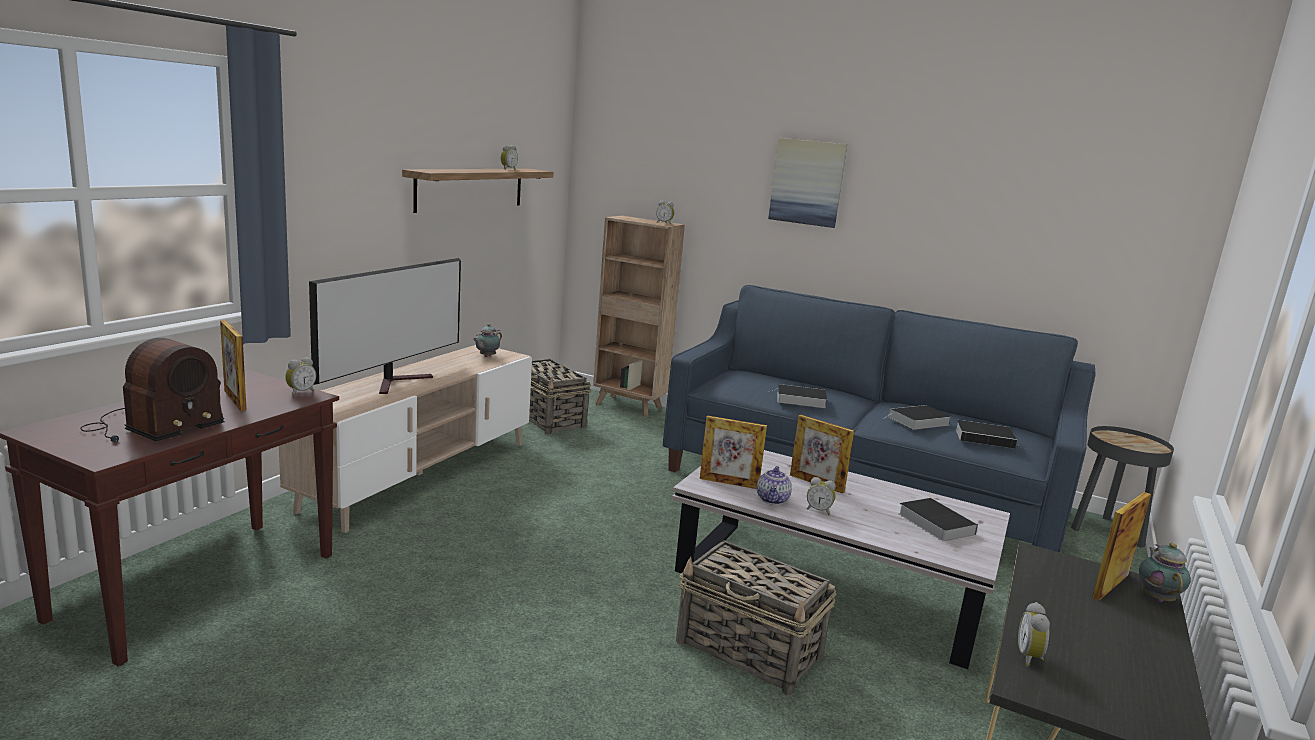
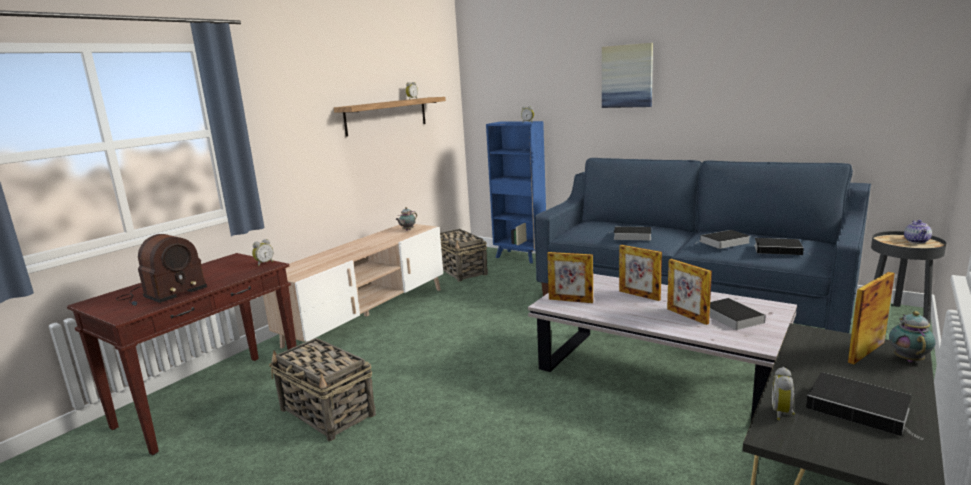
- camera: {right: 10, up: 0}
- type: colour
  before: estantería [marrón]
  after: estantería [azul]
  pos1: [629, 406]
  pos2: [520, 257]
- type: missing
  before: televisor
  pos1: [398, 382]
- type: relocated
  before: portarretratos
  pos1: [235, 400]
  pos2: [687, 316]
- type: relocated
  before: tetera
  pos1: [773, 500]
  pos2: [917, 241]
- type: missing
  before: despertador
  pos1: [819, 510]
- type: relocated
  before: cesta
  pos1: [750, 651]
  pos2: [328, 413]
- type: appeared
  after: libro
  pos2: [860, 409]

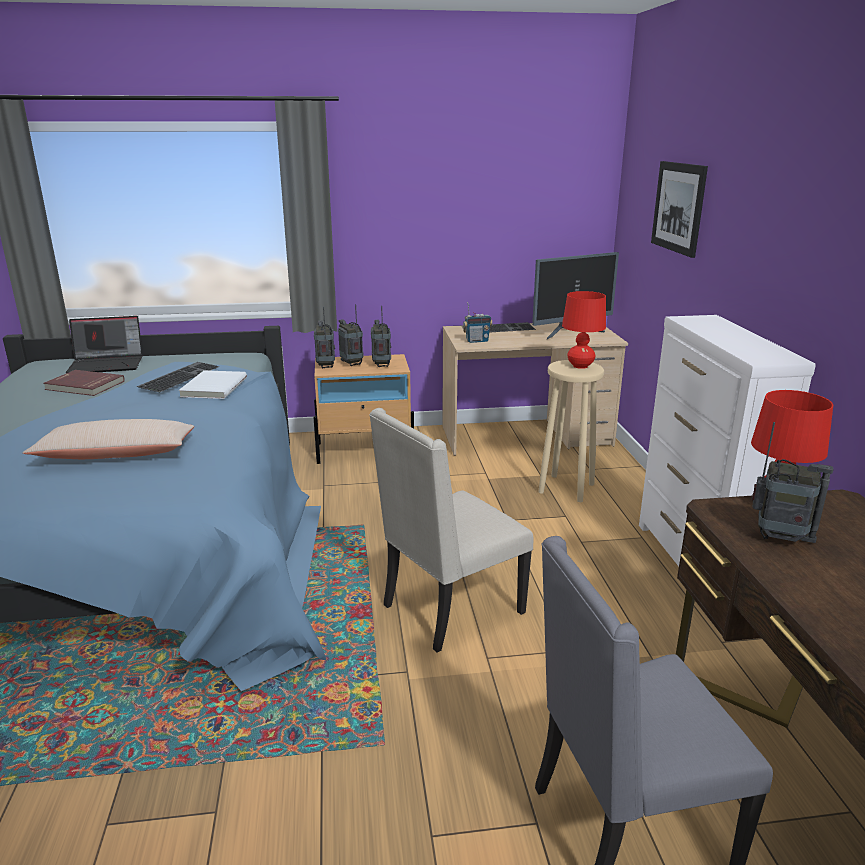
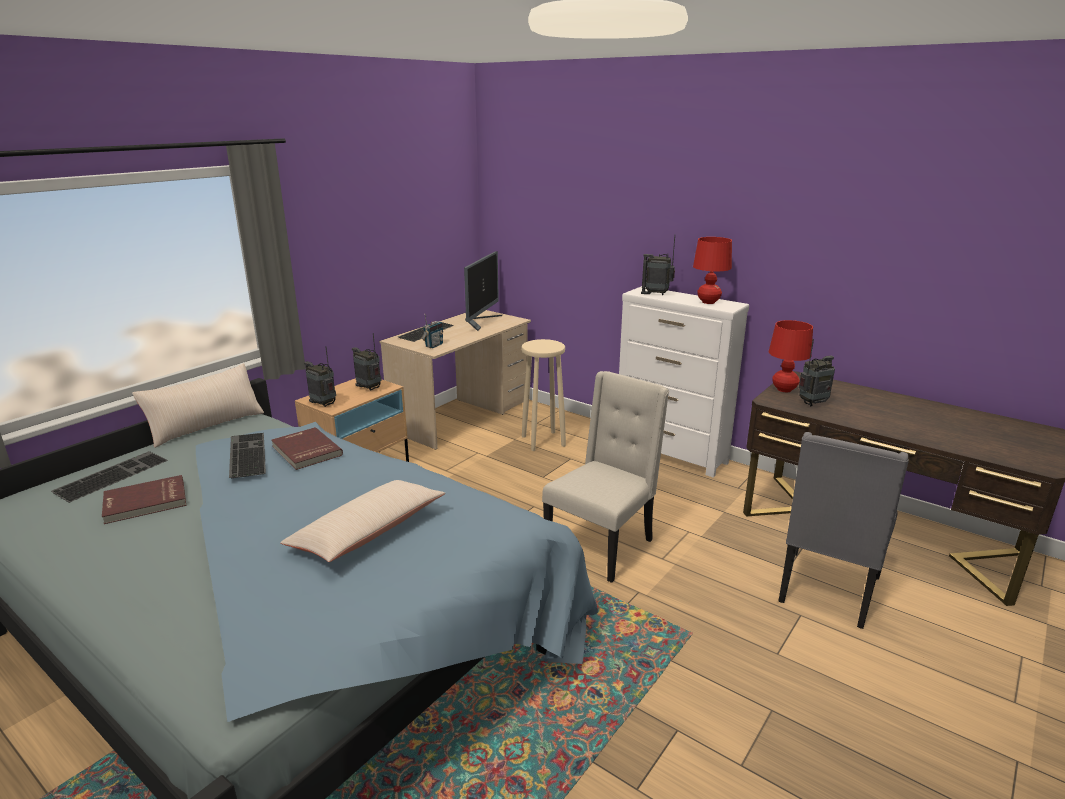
- camera: {right: -45, up: 0}
- type: missing
  before: cuadro
  pos1: [678, 207]
- type: relocated
  before: lámpara de mesa [rojo]
  pos1: [580, 366]
  pos2: [708, 302]
- type: relocated
  before: radio
  pos1: [351, 364]
  pos2: [657, 294]
- type: exchanged
  before: portátil
  after: teclado
  pos1: [108, 364]
  pos2: [112, 475]
- type: colour
  before: libro [blanco]
  after: libro [rojo]
  pos1: [213, 387]
  pos2: [305, 451]
- type: spun
  before: silla [beis]
  pos1: [449, 610]
  pos2: [602, 546]
  turn: -150
- type: appeared
  after: cojín [beis]
  pos2: [206, 425]

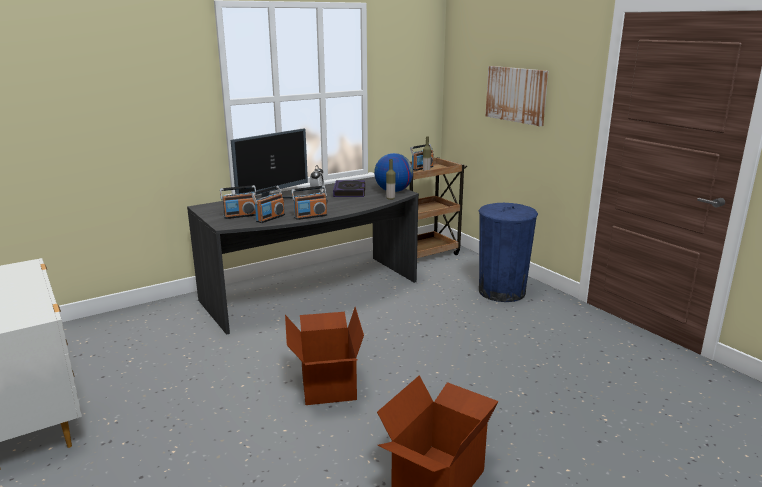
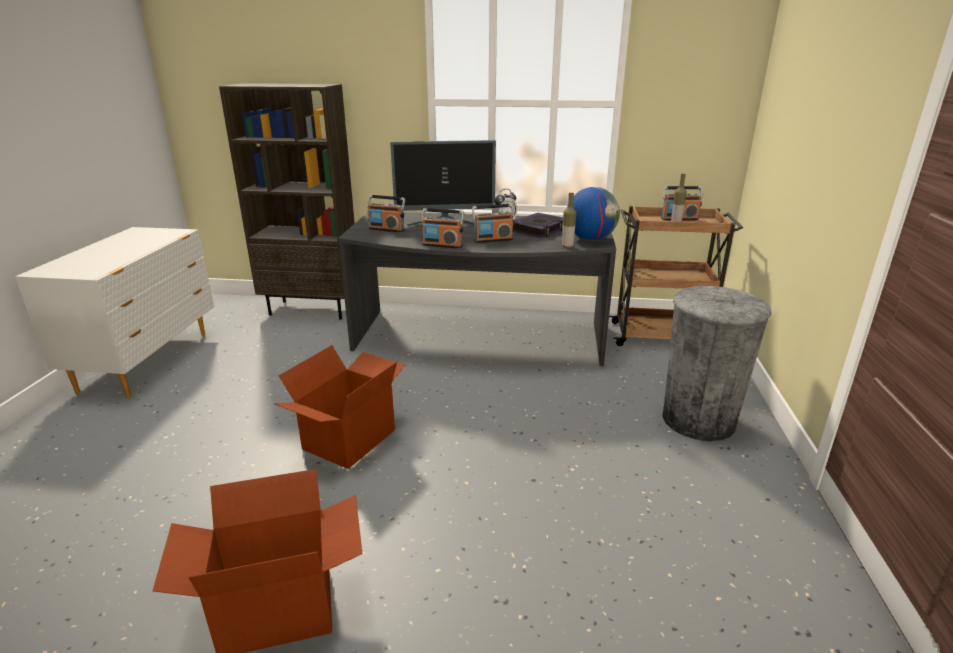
- camera: {right: 40, up: 5}
- type: missing
  before: cuadro
  pos1: [516, 94]
- type: relocated
  before: radio
  pos1: [270, 218]
  pos2: [493, 240]
- type: colour
  before: papelera [azul]
  after: papelera [gris]
  pos1: [502, 292]
  pos2: [698, 420]
- type: appeared
  after: estantería [marrón]
  pos2: [312, 309]

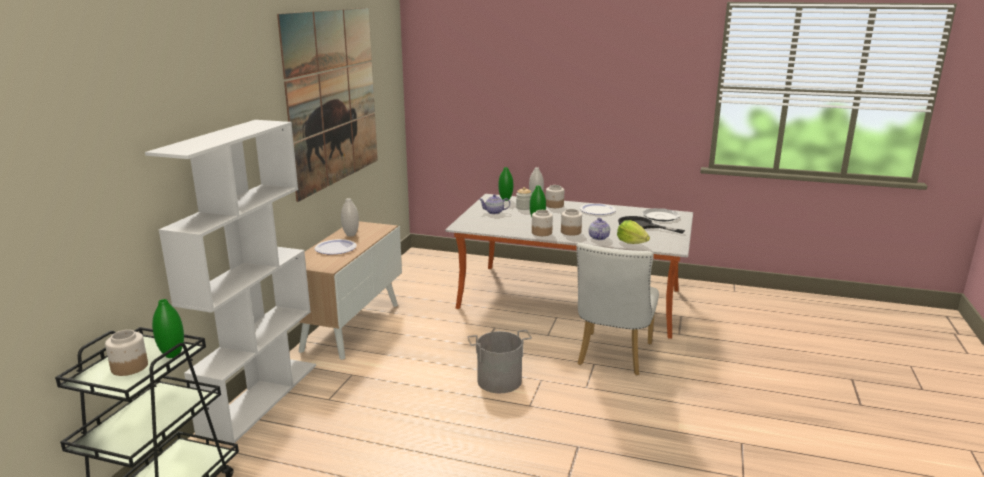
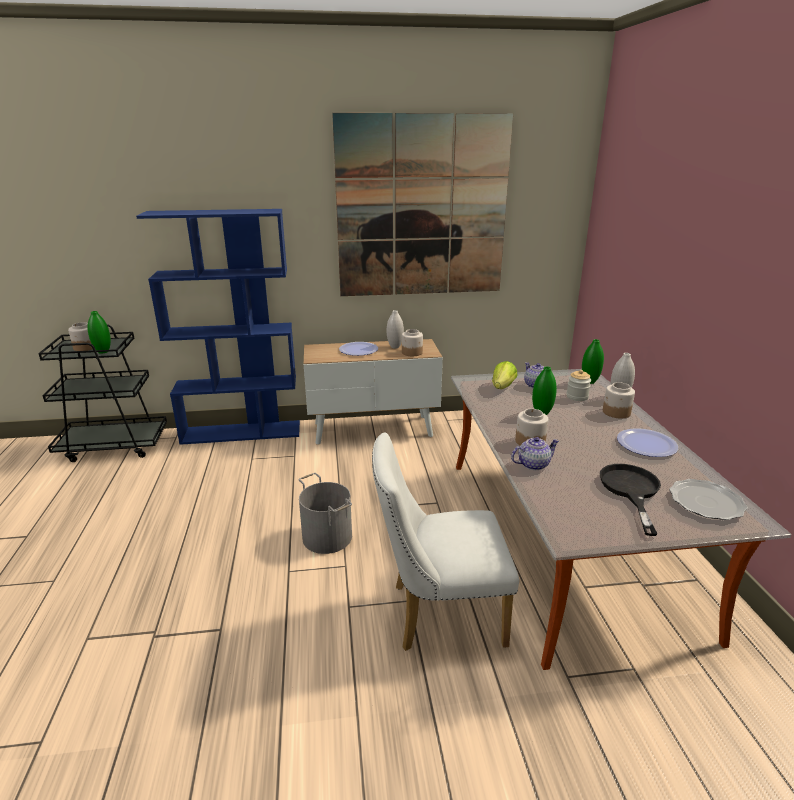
- camera: {right: 65, up: 5}
- type: colour
  before: estantería [blanco]
  after: estantería [azul]
  pos1: [260, 397]
  pos2: [242, 432]
- type: relocated
  before: tarro
  pos1: [542, 232]
  pos2: [412, 352]
- type: relocated
  before: lechuga
  pos1: [631, 242]
  pos2: [502, 387]

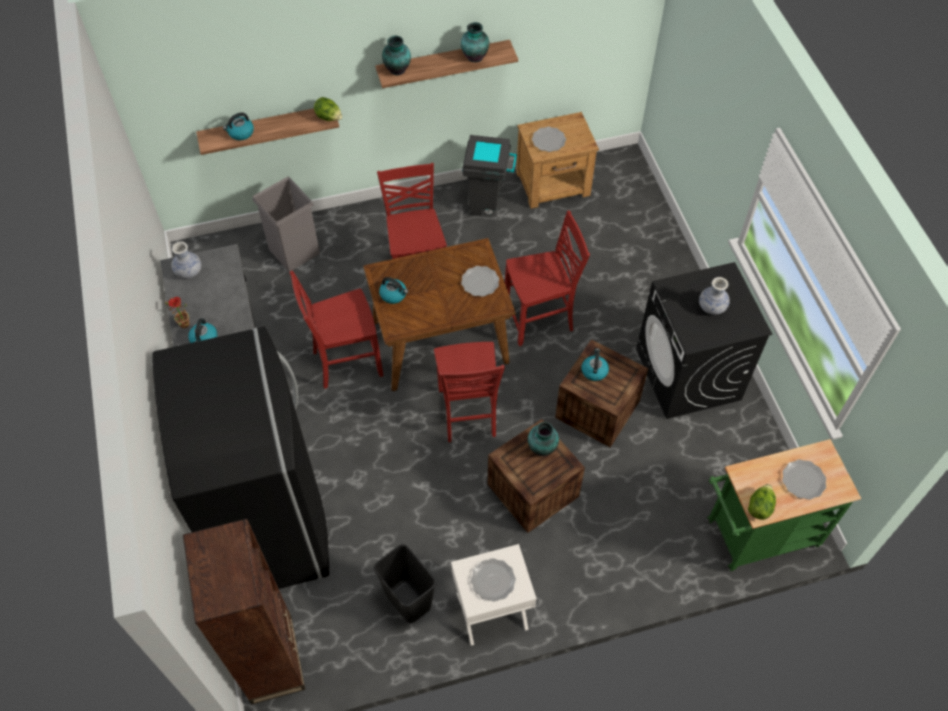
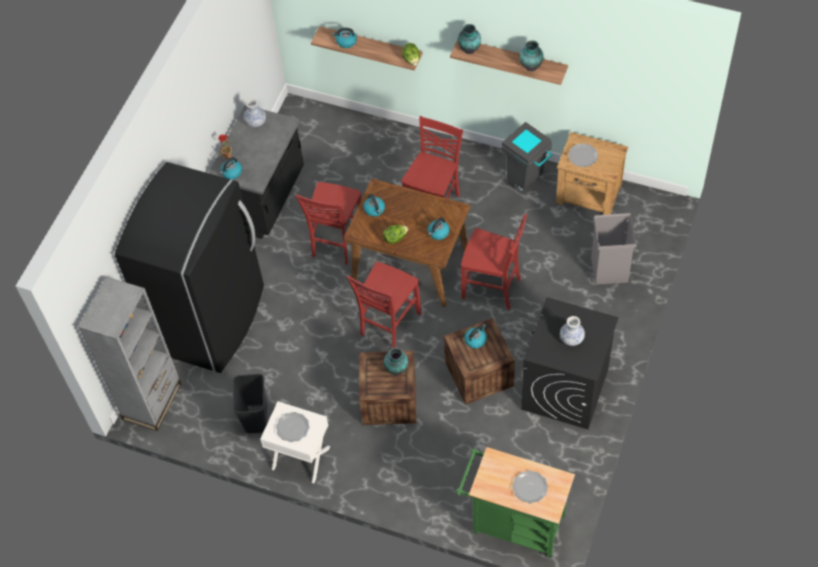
- camera: {right: 40, up: 0}
- type: relocated
  before: papelera [gris]
  pos1: [294, 250]
  pos2: [609, 269]
- type: exchanged
  before: plato
  after: hervidor
  pos1: [480, 282]
  pos2: [438, 233]
- type: spun
  before: silla [rojo]
  pos1: [345, 362]
  pos2: [337, 242]
  turn: -90
- type: relocated
  before: lechuga
  pos1: [759, 507]
  pos2: [395, 238]
- type: colour
  before: estantería [marrón]
  after: estantería [gris]
  pos1: [272, 659]
  pos2: [152, 401]

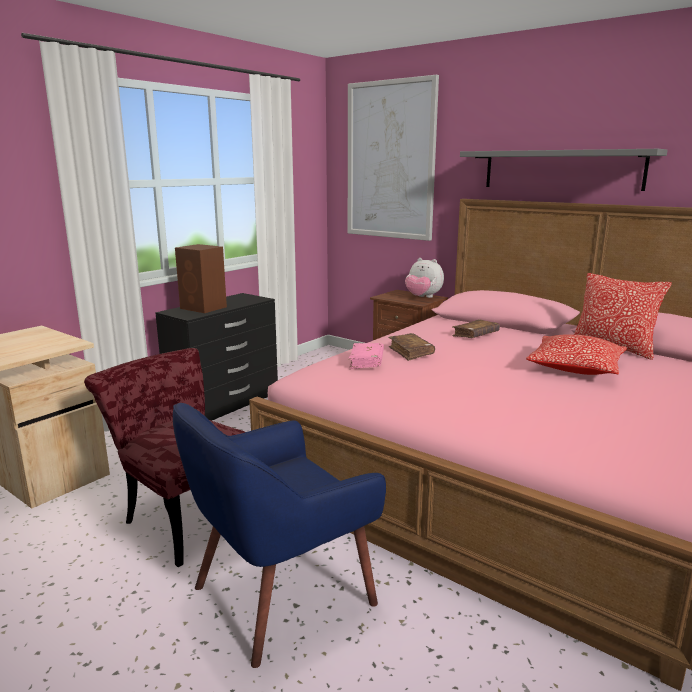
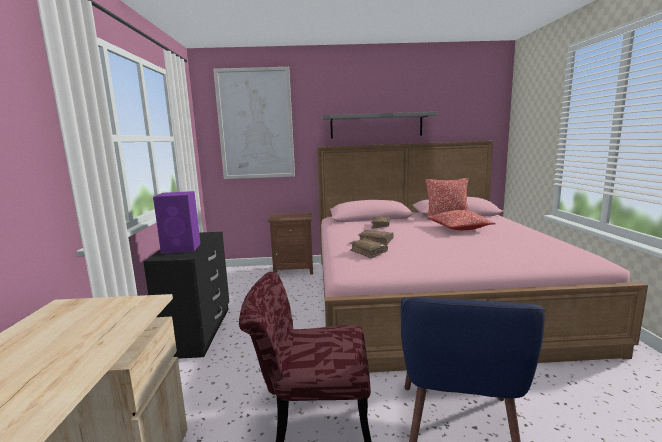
- camera: {right: -40, up: -5}
- type: colour
  before: altavoz [marrón]
  after: altavoz [morado]
  pos1: [204, 308]
  pos2: [182, 248]
- type: missing
  before: peluche
  pos1: [423, 297]
- type: colour
  before: libro [rosa]
  after: libro [marrón]
  pos1: [366, 362]
  pos2: [368, 252]

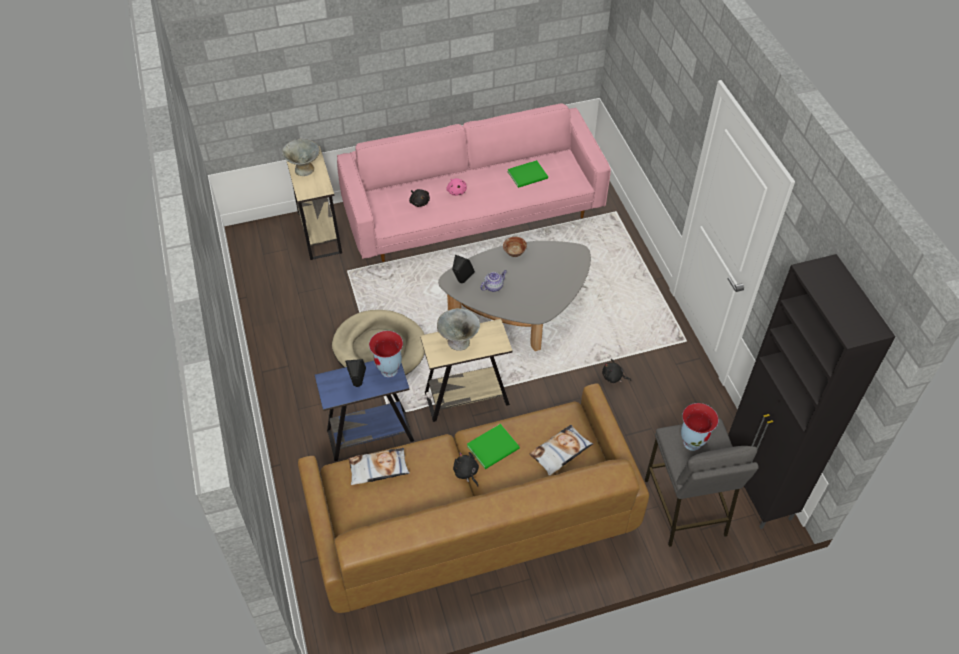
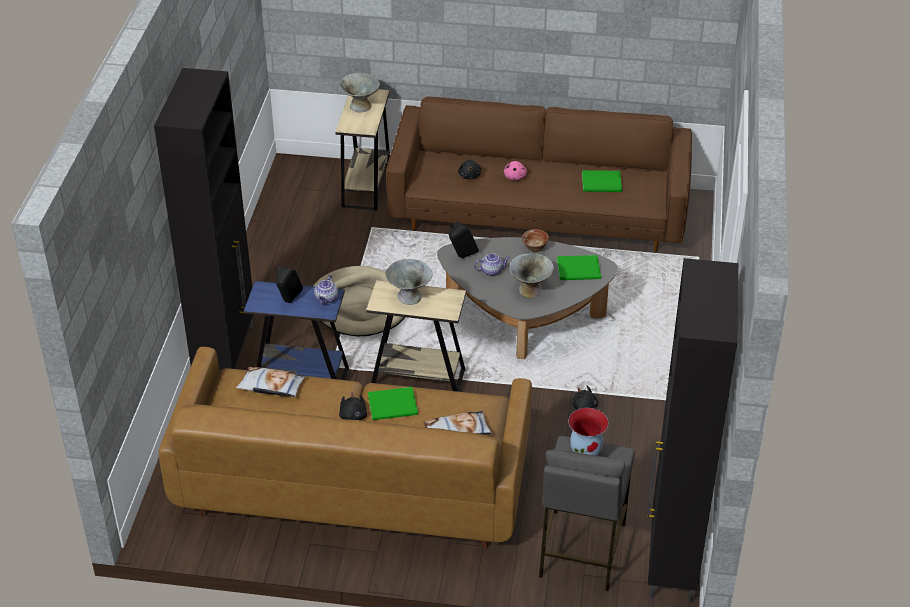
- camera: {right: 25, up: -10}
- type: colour
  before: sofá [rosa]
  after: sofá [marrón]
  pos1: [473, 211]
  pos2: [538, 212]
- type: exchanged
  before: florero
  after: tetera
  pos1: [389, 370]
  pos2: [326, 299]
- type: appeared
  after: armario [negro]
  pos2: [226, 352]
- type: appeared
  after: cuenco [gris]
  pos2: [530, 290]
- type: appeared
  after: libro [verde]
  pos2: [580, 270]

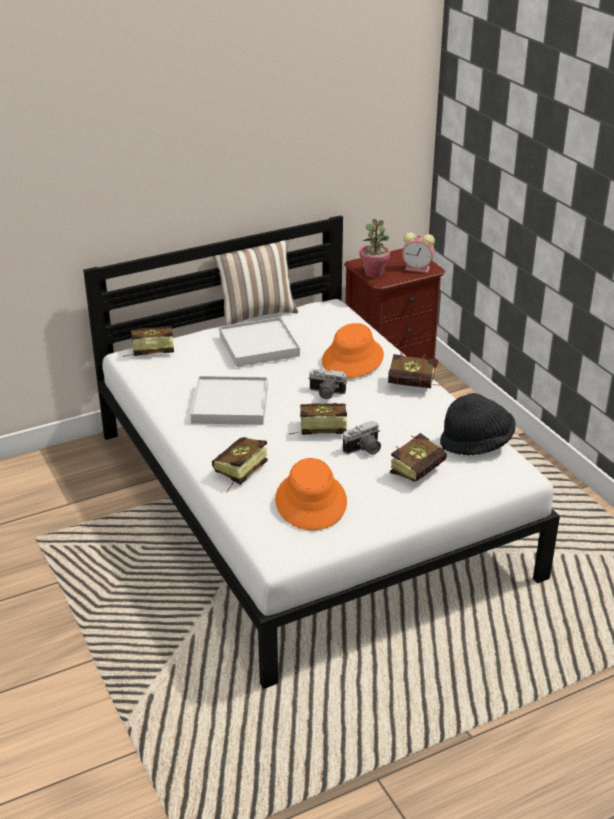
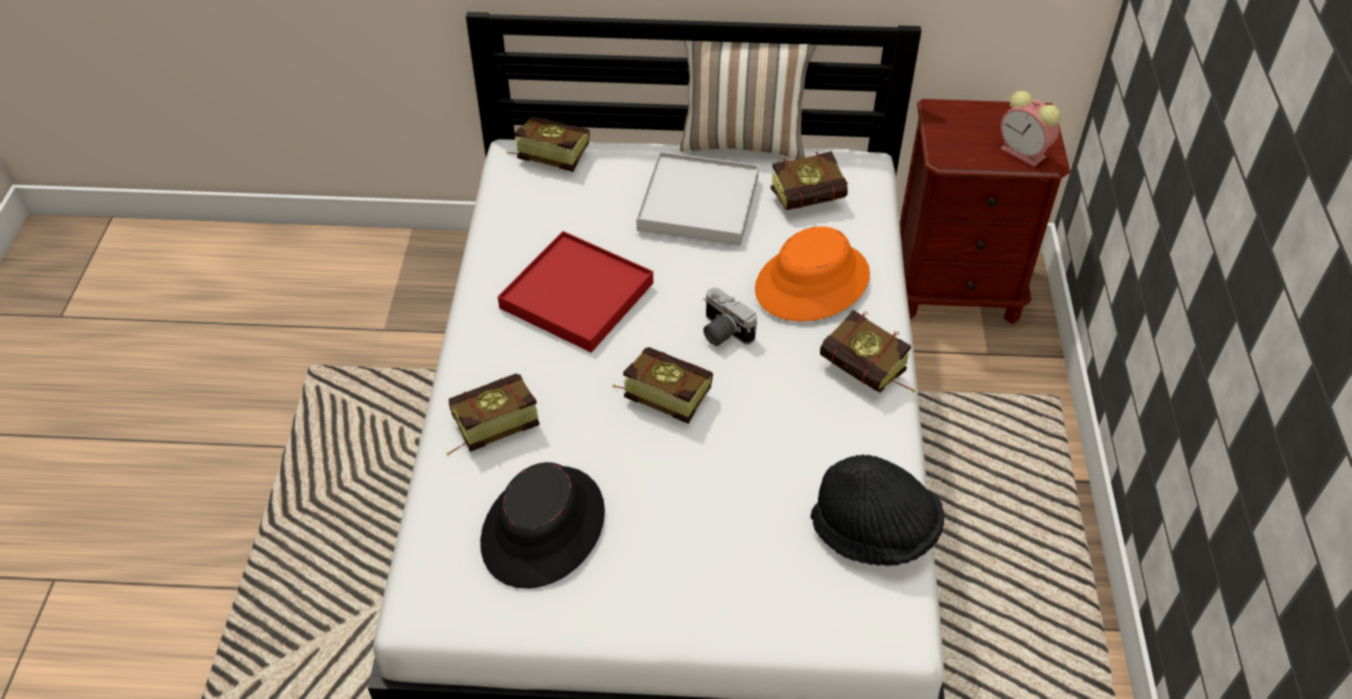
- camera: {right: 30, up: 15}
- type: missing
  before: planta en maceta
  pos1: [374, 273]
- type: colour
  before: bandeja [blanco]
  after: bandeja [rojo]
  pos1: [230, 404]
  pos2: [576, 295]
- type: missing
  before: cámara
  pos1: [364, 450]
- type: relocated
  before: libro
  pos1: [420, 470]
  pos2: [814, 199]
- type: colour
  before: sombrero [naranja]
  after: sombrero [negro]
  pos1: [311, 501]
  pos2: [543, 527]

